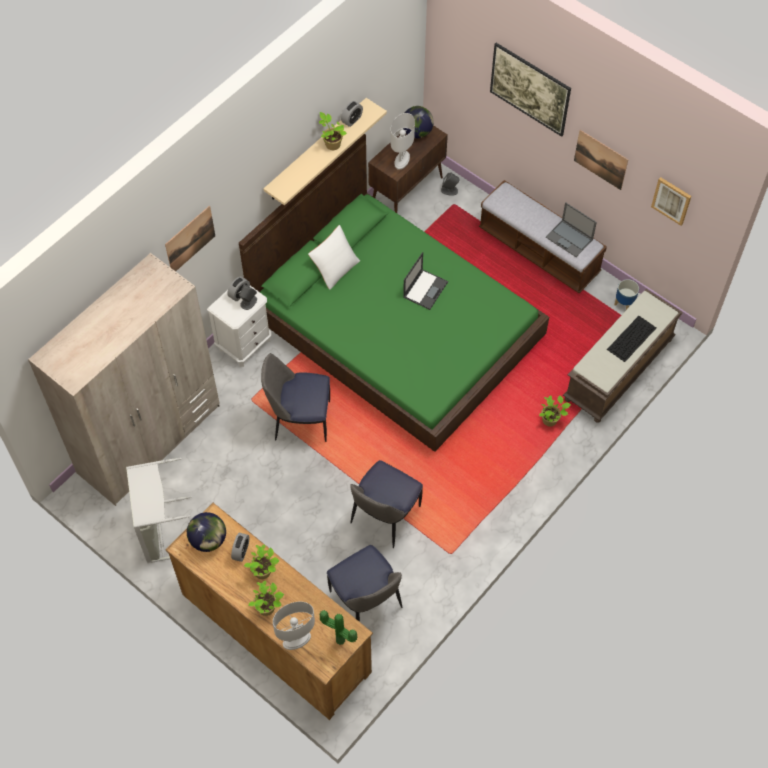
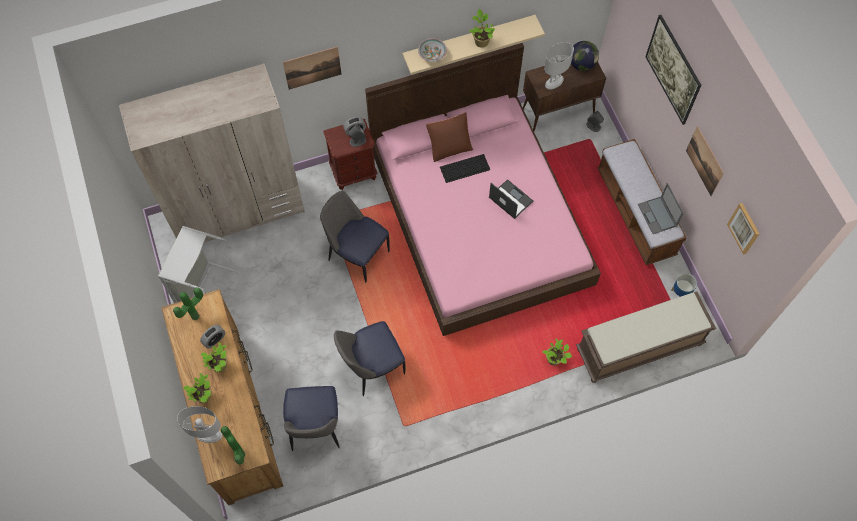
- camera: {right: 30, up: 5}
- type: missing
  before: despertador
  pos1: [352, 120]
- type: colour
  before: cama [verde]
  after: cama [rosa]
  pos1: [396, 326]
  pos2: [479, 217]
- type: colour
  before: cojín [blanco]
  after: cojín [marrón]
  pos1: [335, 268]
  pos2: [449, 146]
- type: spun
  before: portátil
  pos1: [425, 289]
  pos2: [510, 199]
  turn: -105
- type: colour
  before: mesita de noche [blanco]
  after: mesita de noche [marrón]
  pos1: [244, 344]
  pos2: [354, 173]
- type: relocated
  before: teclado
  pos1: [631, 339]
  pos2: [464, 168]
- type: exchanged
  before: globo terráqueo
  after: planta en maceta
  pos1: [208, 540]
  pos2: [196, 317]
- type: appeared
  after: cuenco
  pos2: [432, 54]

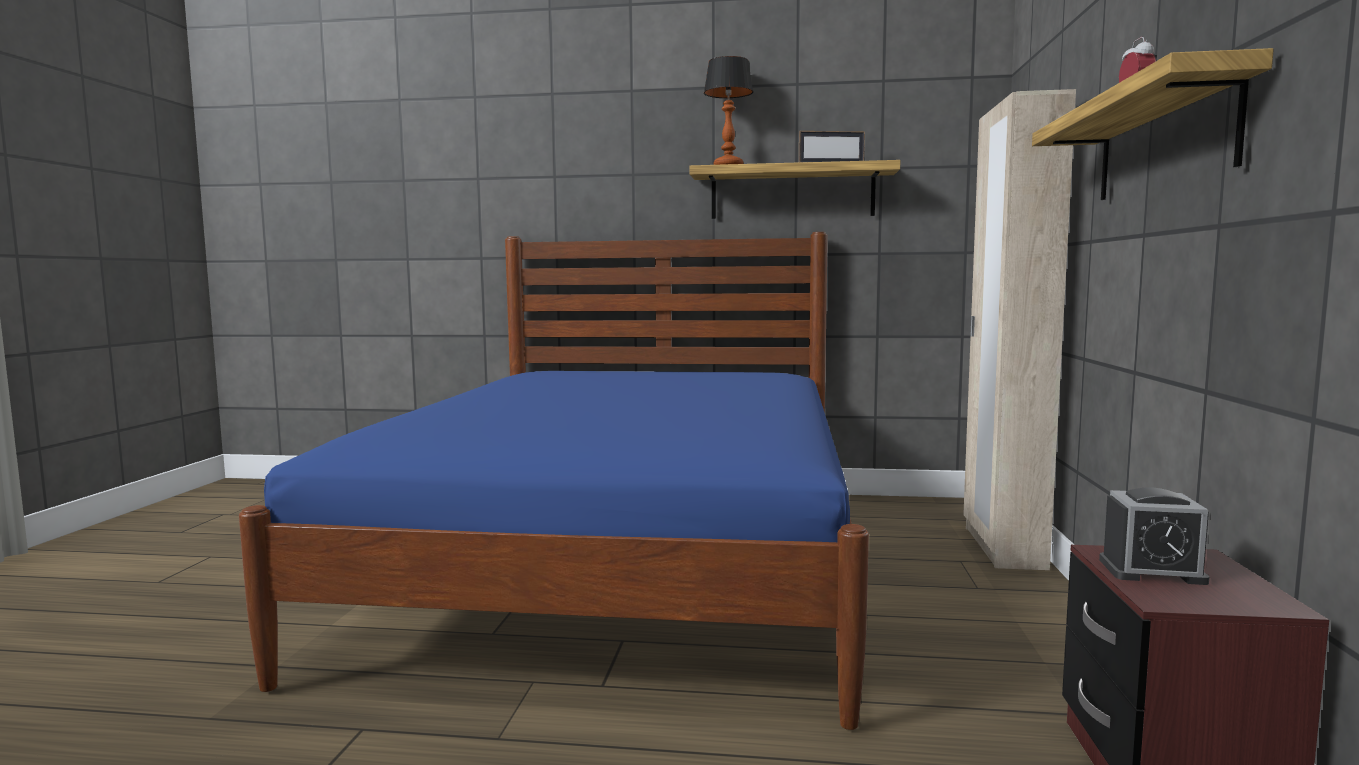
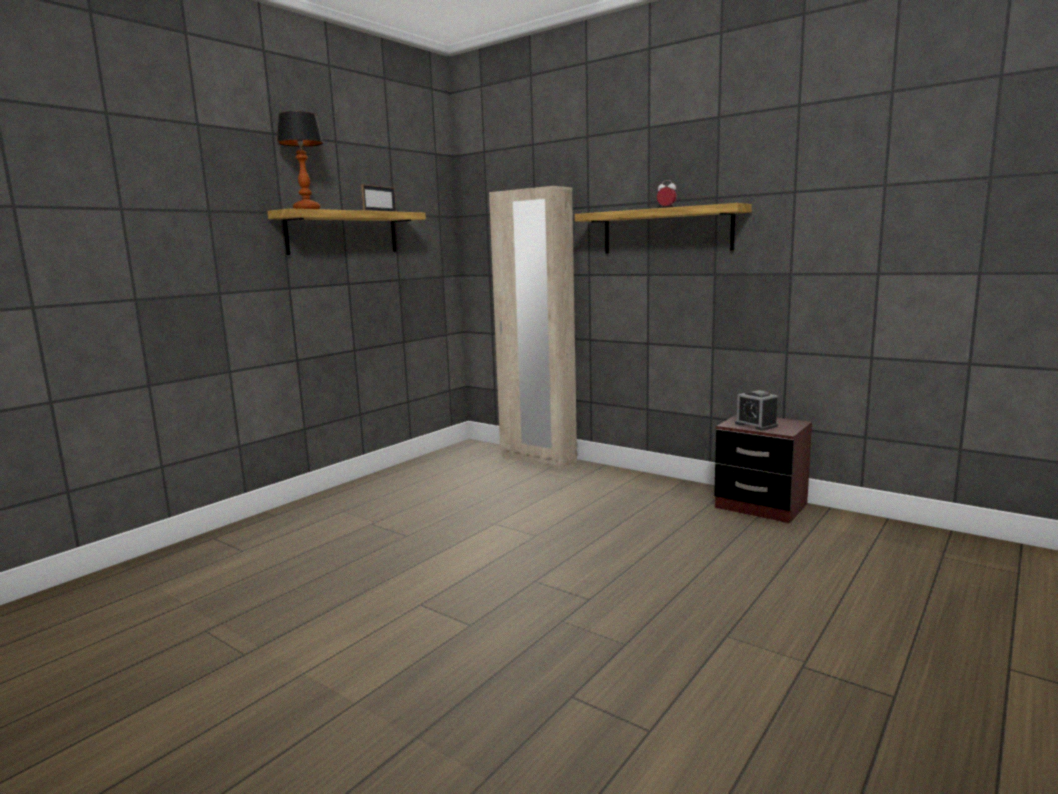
- camera: {right: -60, up: 5}
- type: missing
  before: cama [azul]
  pos1: [624, 565]
- type: spun
  before: despertador
  pos1: [1151, 571]
  pos2: [756, 425]
  turn: 105

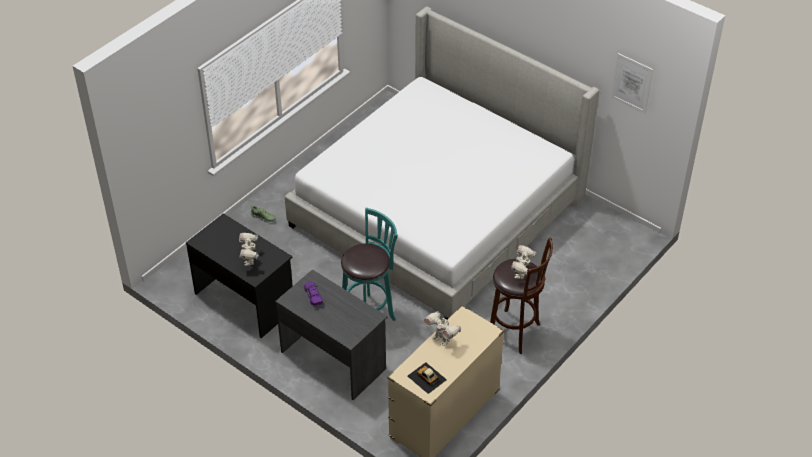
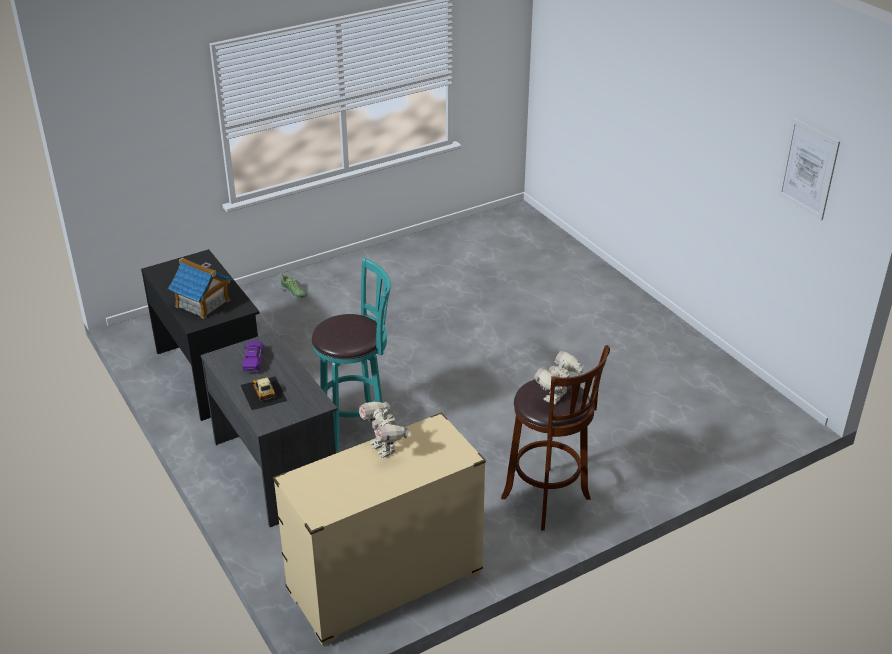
- camera: {right: 20, up: -10}
- type: missing
  before: cama
  pos1: [437, 211]
- type: exchanged
  before: robot de juguete
  after: casita
  pos1: [250, 260]
  pos2: [203, 303]
- type: relocated
  before: coche de juguete
  pos1: [427, 378]
  pos2: [263, 393]

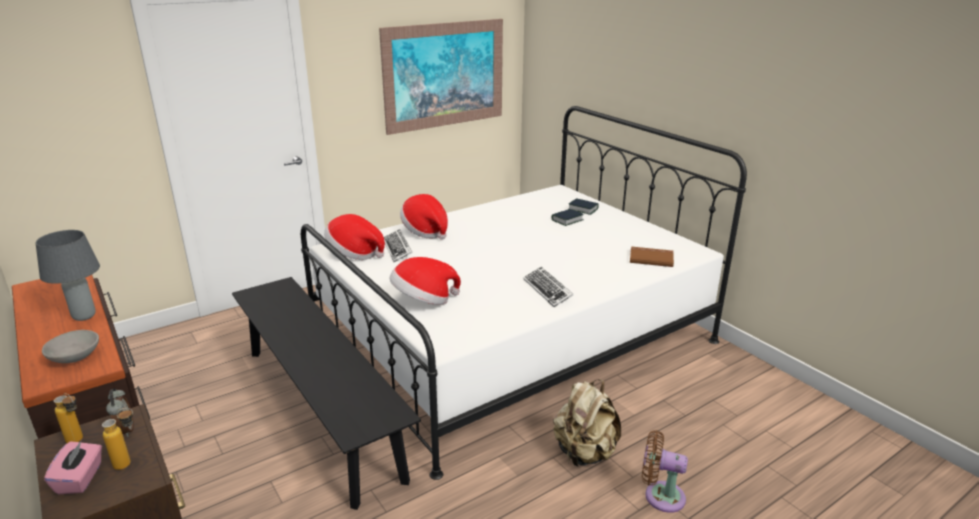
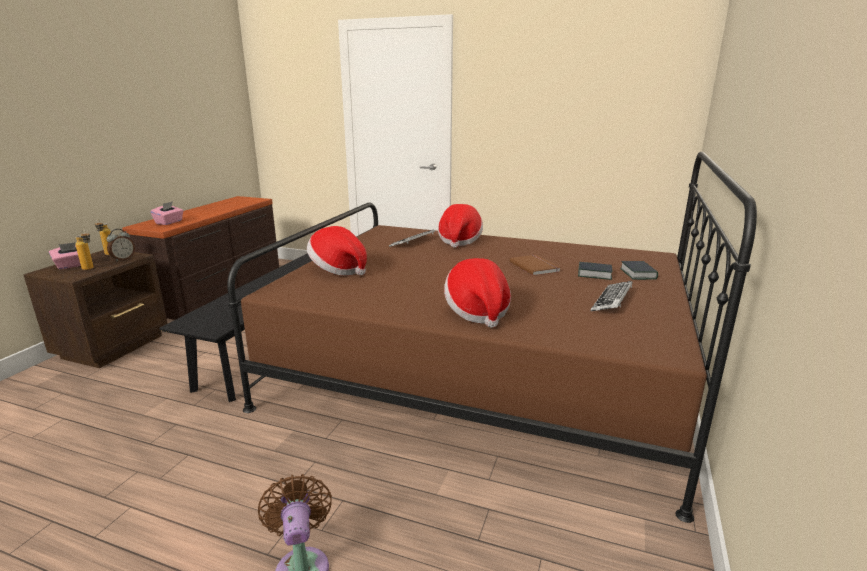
- camera: {right: 55, up: -5}
- type: missing
  before: cuadro
  pos1: [445, 75]
- type: colour
  before: cama [blanco]
  after: cama [marrón]
  pos1: [512, 336]
  pos2: [480, 372]
- type: relocated
  before: sombrero
  pos1: [354, 253]
  pos2: [477, 312]
- type: missing
  before: lámpara de mesa [gris]
  pos1: [84, 316]
- type: relocated
  before: libro [marrón]
  pos1: [651, 258]
  pos2: [535, 267]
- type: relocated
  before: teclado
  pos1: [547, 290]
  pos2: [612, 301]
- type: exchanged
  before: cuenco [gris]
  after: caja de pañuelos [rosa]
  pos1: [74, 357]
  pos2: [169, 222]
- type: missing
  before: mochila [beis]
  pos1: [584, 453]

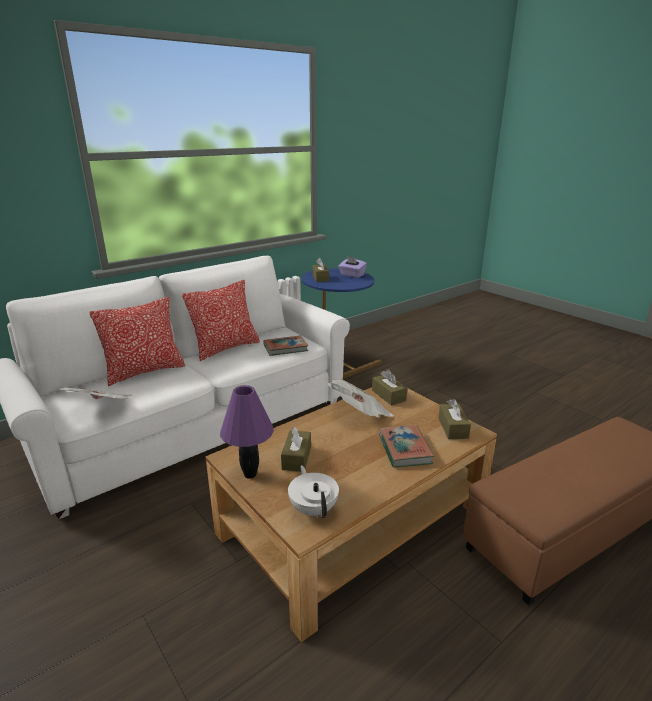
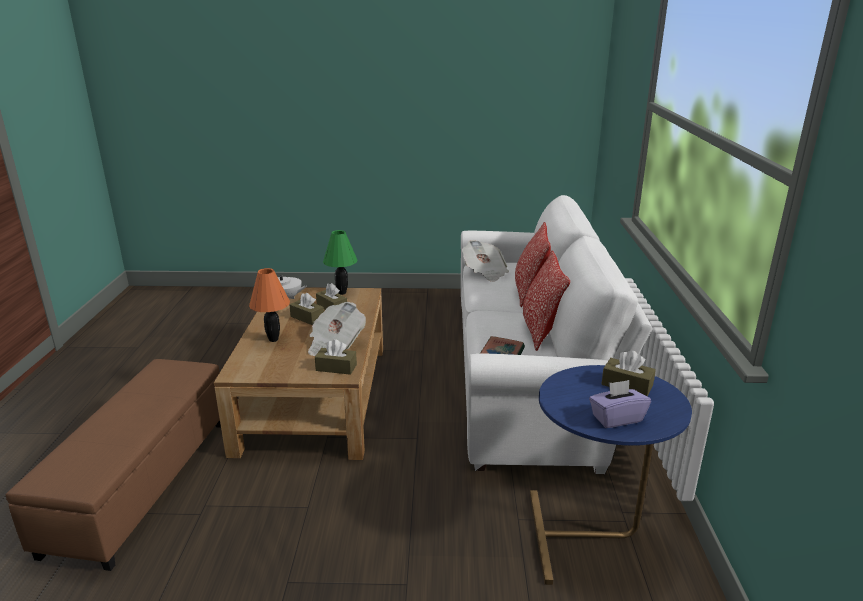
- camera: {right: 130, up: 0}
- type: colour
  before: lámpara de mesa [morado]
  after: lámpara de mesa [verde]
  pos1: [250, 475]
  pos2: [341, 292]
- type: relocated
  before: caja de pañuelos [marrón]
  pos1: [453, 428]
  pos2: [307, 318]
- type: exchanged
  before: libro
  after: lámpara de mesa [naranja]
  pos1: [404, 449]
  pos2: [273, 340]

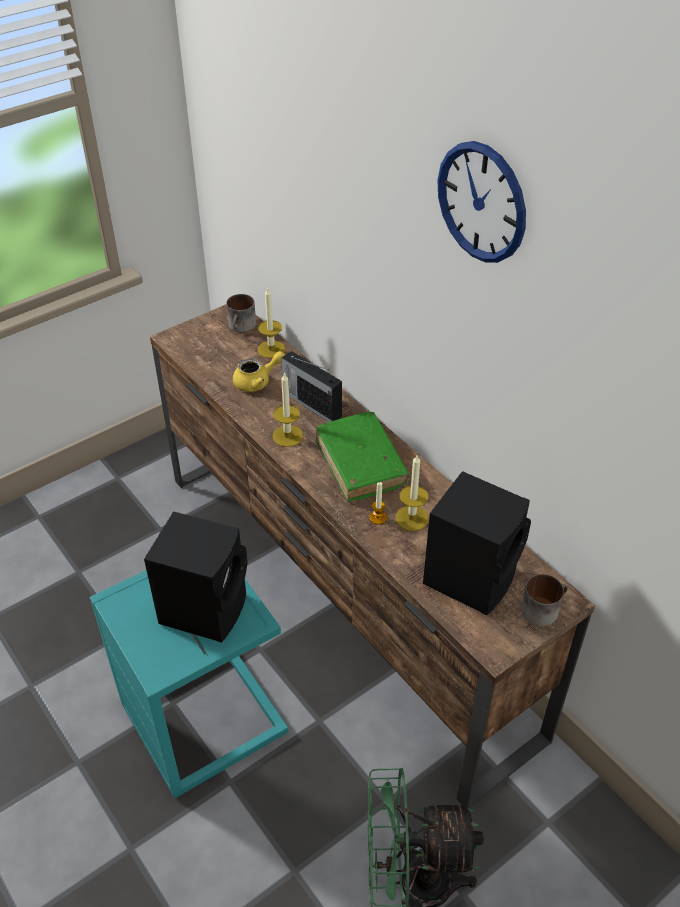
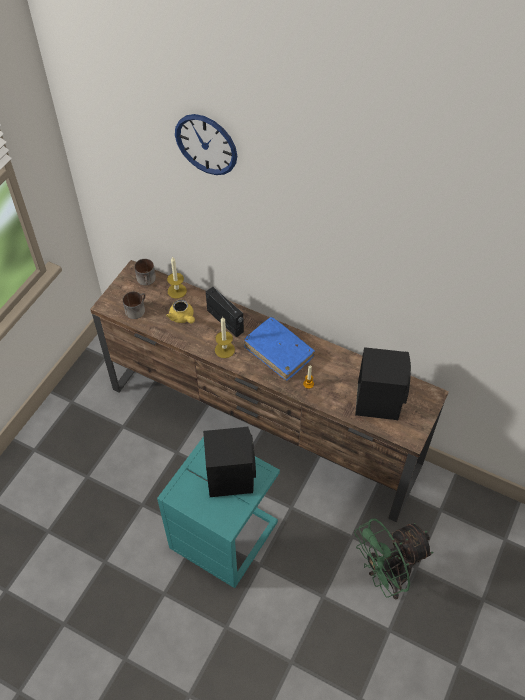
- camera: {right: -25, up: 10}
- type: relocated
  before: reloj de pared
  pos1: [481, 202]
  pos2: [206, 144]
- type: spun
  before: tetera [amarillo]
  pos1: [257, 381]
  pos2: [182, 318]
  turn: 105
- type: spun
  before: radio
  pos1: [311, 404]
  pos2: [225, 322]
  turn: -150
- type: colour
  before: libro [verde]
  after: libro [azul]
  pos1: [361, 463]
  pos2: [279, 352]
- type: missing
  before: vela
  pos1: [412, 518]
- type: relocated
  before: taza grande
  pos1: [542, 608]
  pos2: [136, 309]

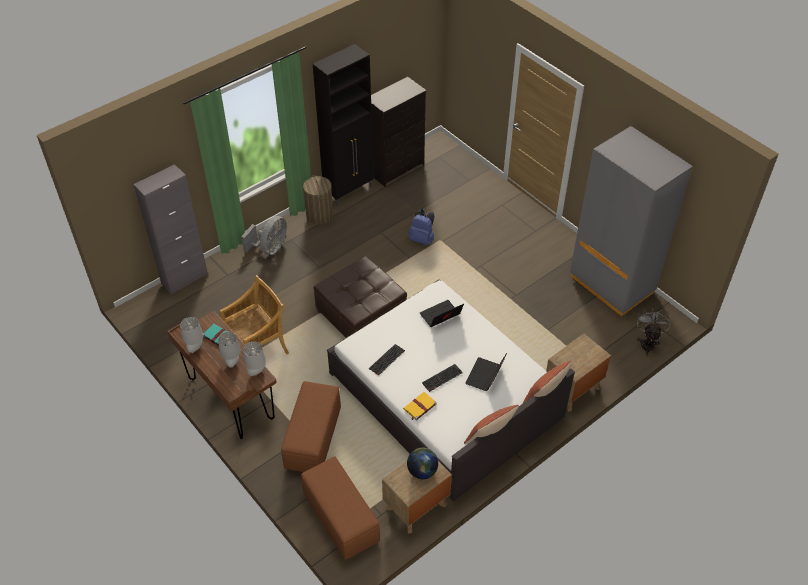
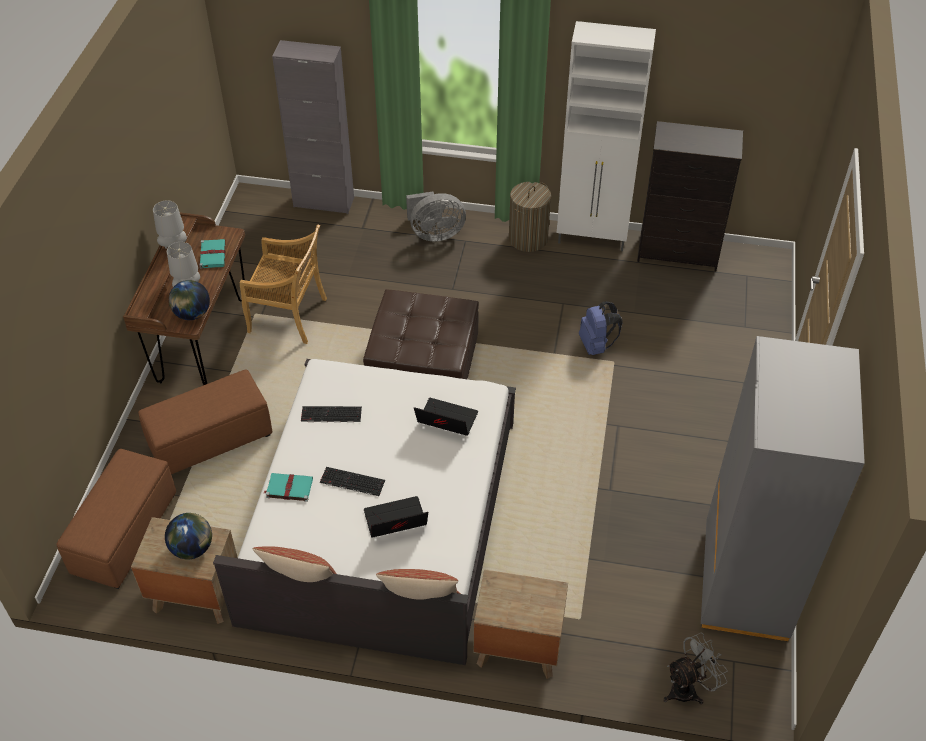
- camera: {right: 50, up: 0}
- type: colour
  before: armario [negro]
  after: armario [blanco]
  pos1: [349, 191]
  pos2: [592, 238]
- type: exchanged
  before: lámpara de mesa [gris]
  after: globo terráqueo
  pos1: [257, 372]
  pos2: [192, 314]
- type: colour
  before: libro [amarillo]
  after: libro [turquesa]
  pos1: [419, 407]
  pos2: [288, 488]

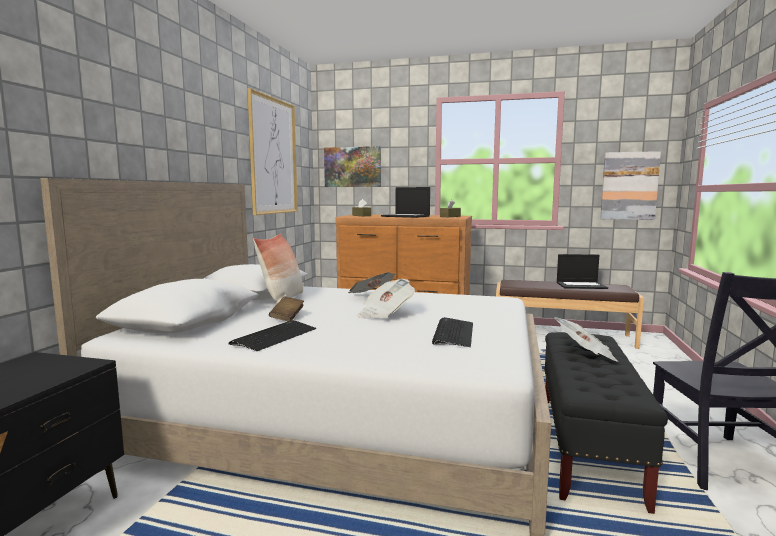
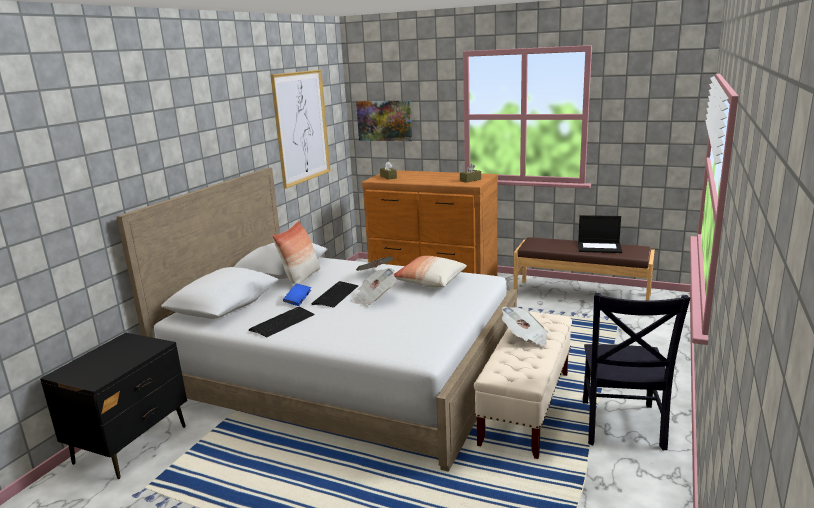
- camera: {right: 10, up: 10}
- type: missing
  before: cuadro
  pos1: [629, 186]
- type: missing
  before: portátil
  pos1: [406, 216]
- type: colour
  before: libro [marrón]
  after: libro [azul]
  pos1: [287, 317]
  pos2: [298, 301]
- type: relocated
  before: teclado
  pos1: [453, 333]
  pos2: [335, 295]
- type: colour
  before: banco [negro]
  after: banco [beis]
  pos1: [587, 446]
  pos2: [526, 407]
- type: appeared
  after: cojín
  pos2: [429, 282]

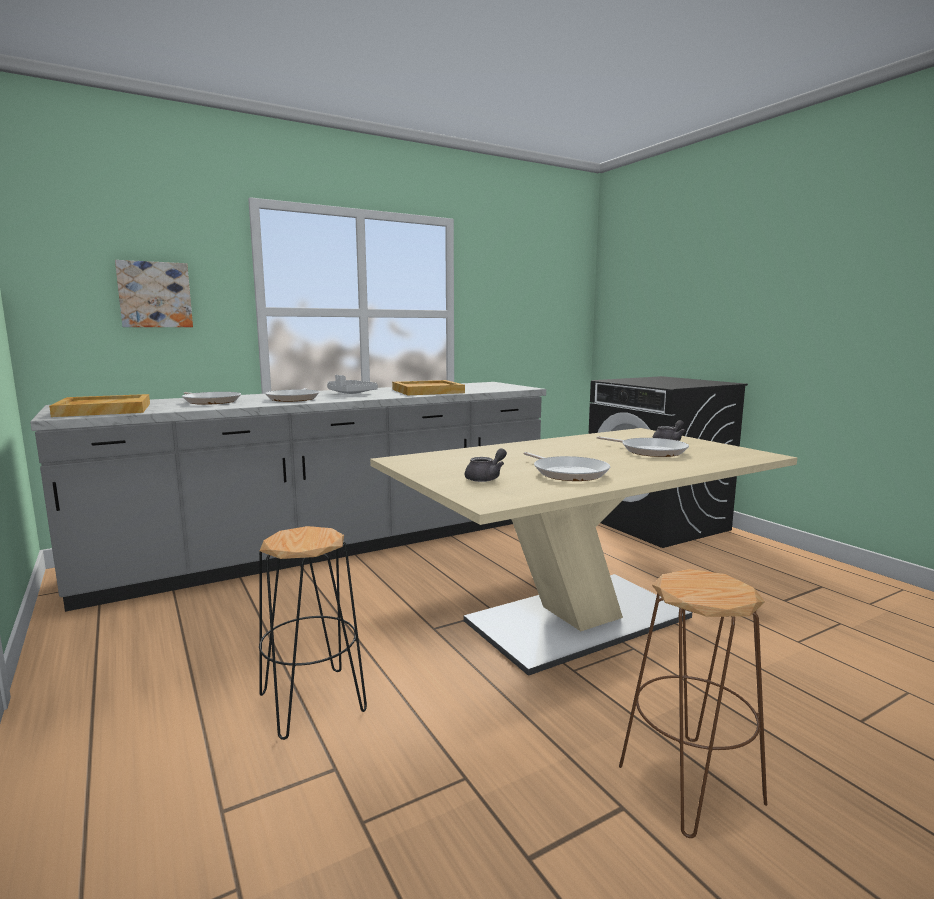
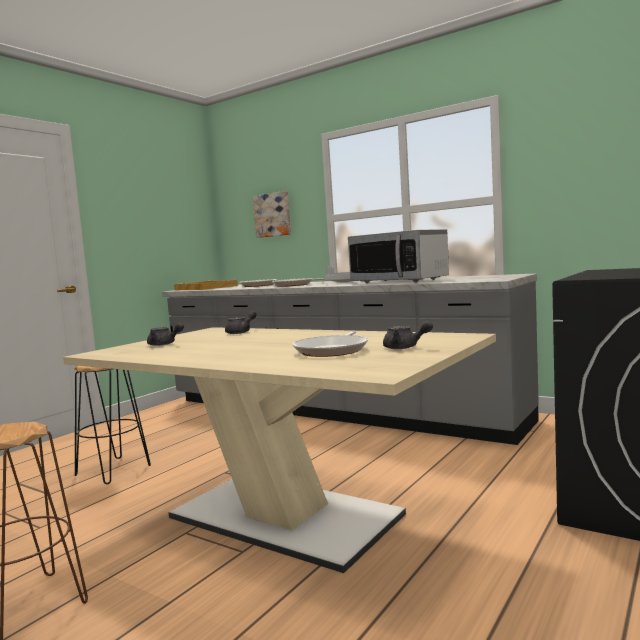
- camera: {right: 65, up: -5}
- type: exchanged
  before: bandeja [beis]
  after: microondas
  pos1: [428, 391]
  pos2: [399, 281]
- type: missing
  before: sartén
  pos1: [568, 473]
- type: appeared
  after: tetera [gris]
  pos2: [241, 332]

